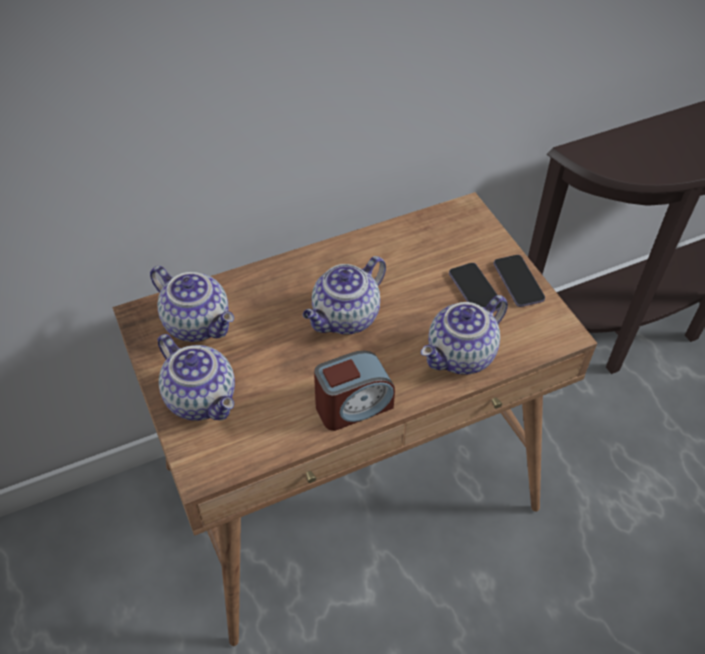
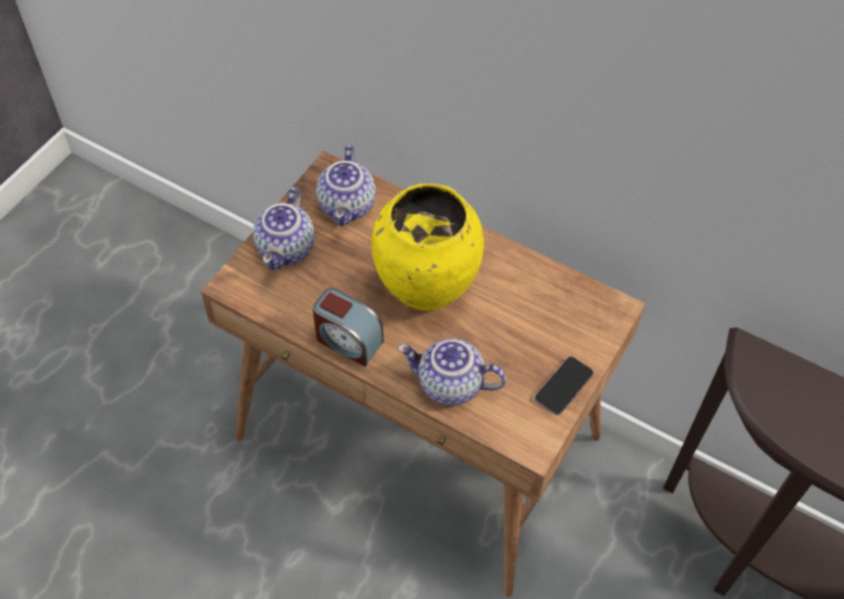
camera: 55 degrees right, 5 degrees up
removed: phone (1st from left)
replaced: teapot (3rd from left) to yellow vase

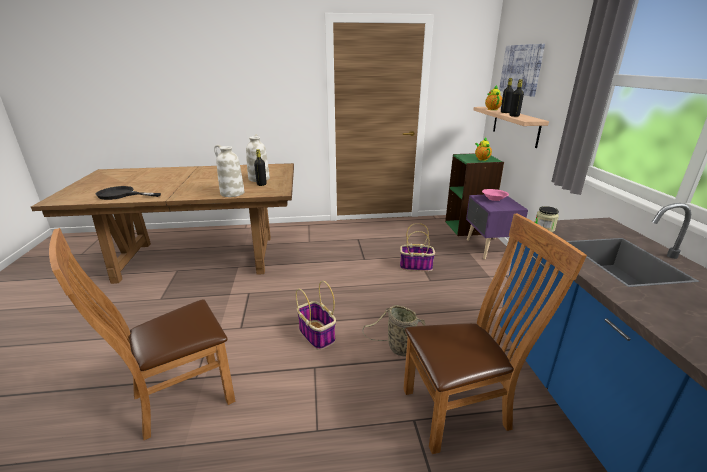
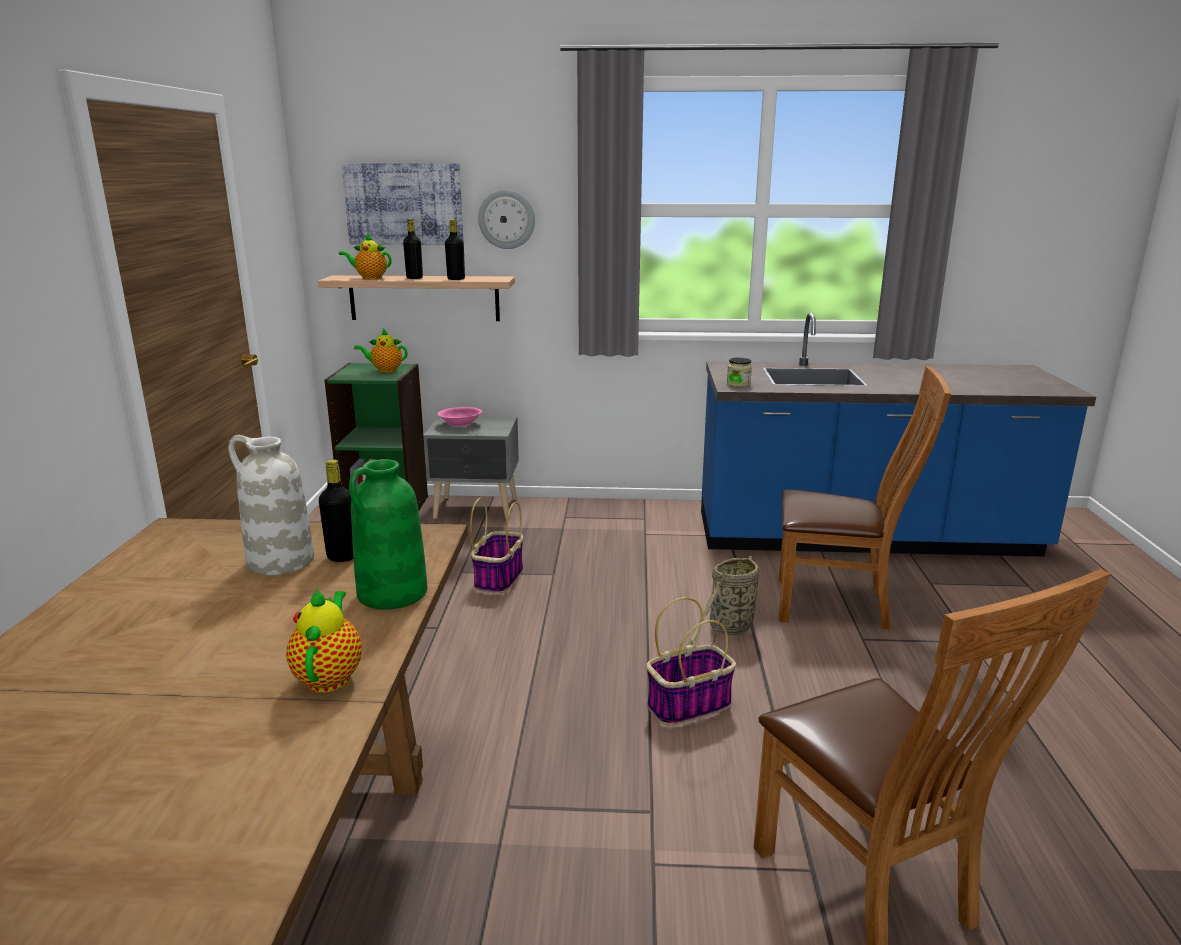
camera: 80 degrees left, 5 degrees down
removed: black frying pan
added: teapot (1st from left); wall clock
recoloured: white vase (1st from left) to green vase; purple nightstand to grey nightstand
turned: brown chair (2nd from left in the first image) 105 degrees clockwise

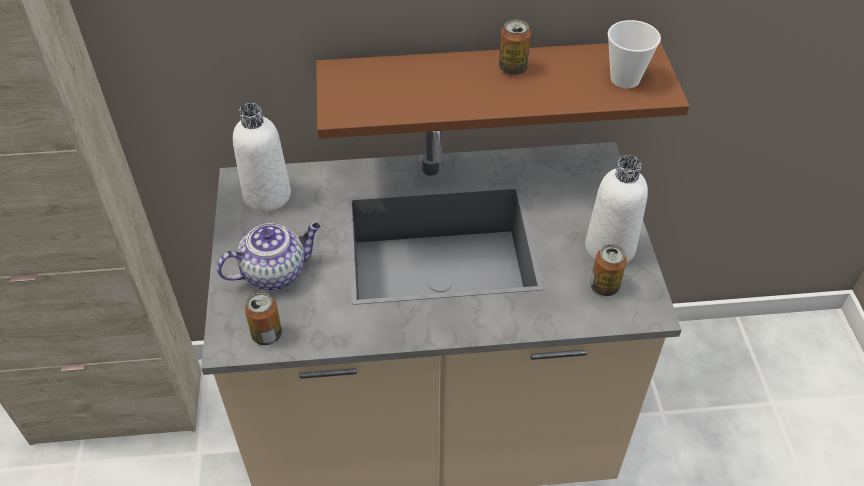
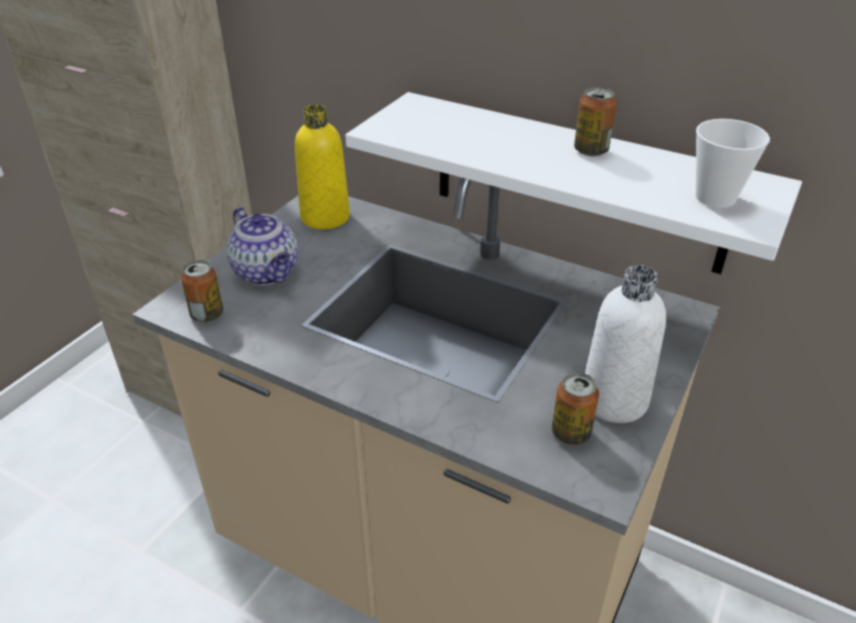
camera: 35 degrees right, 10 degrees down
recoloured: white bottle (1st from left) to yellow bottle; brown shelf to white shelf
turned: teapot 45 degrees clockwise

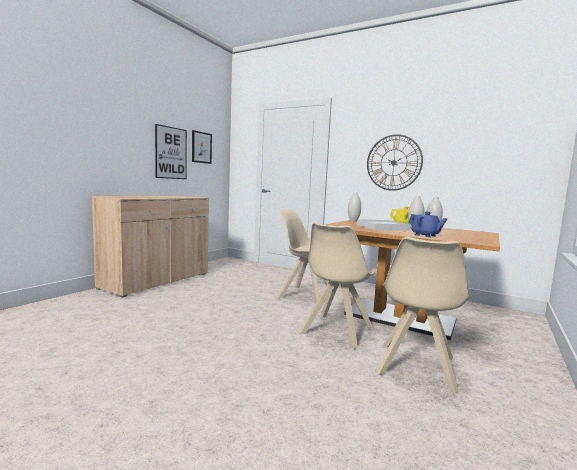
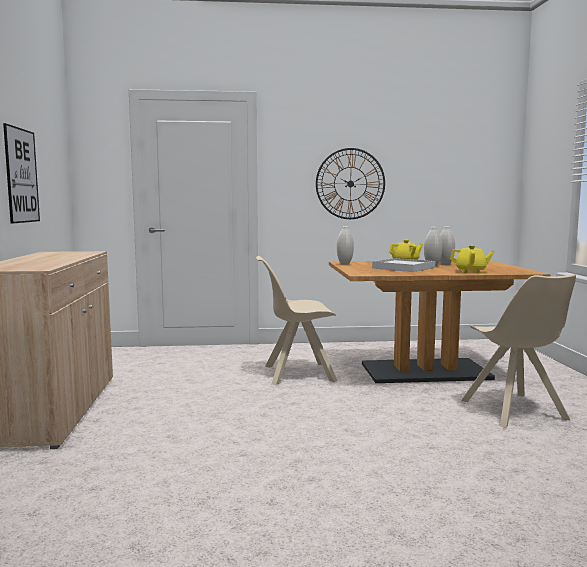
camera: 35 degrees left, 0 degrees up
removed: picture (2nd from left); beige chair (2nd from left)
recoloured: blue teapot to yellow teapot (2nd from left)

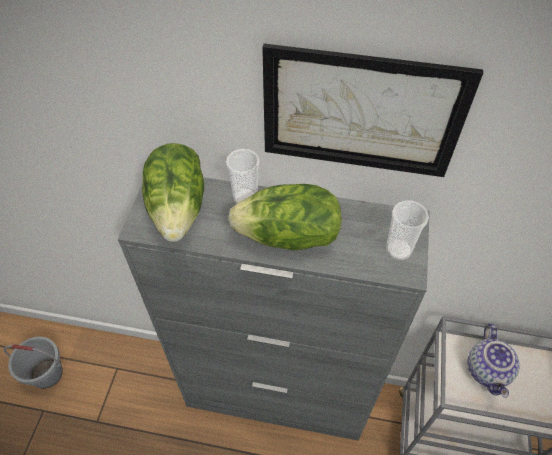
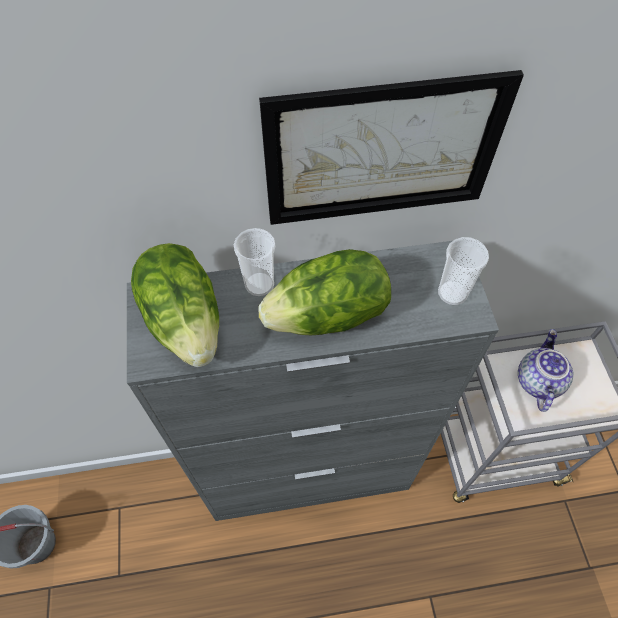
camera: 20 degrees left, 5 degrees up
turned: teapot 150 degrees counterclockwise

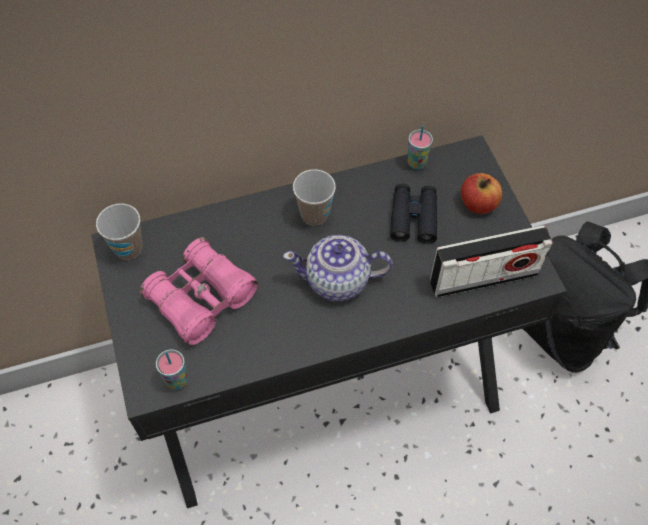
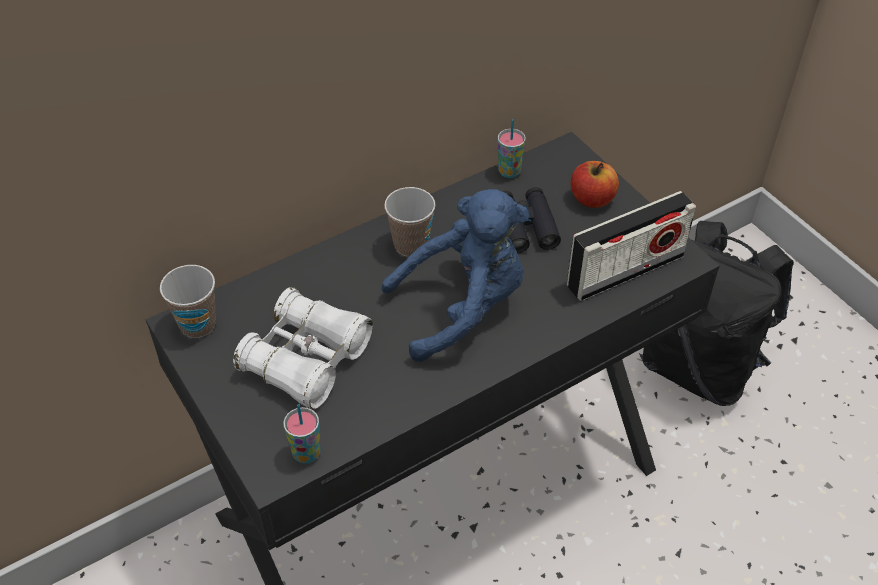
camera: 15 degrees left, 10 degrees down
replaced: teapot to blue plush toy
recoloured: pink binoculars to white binoculars

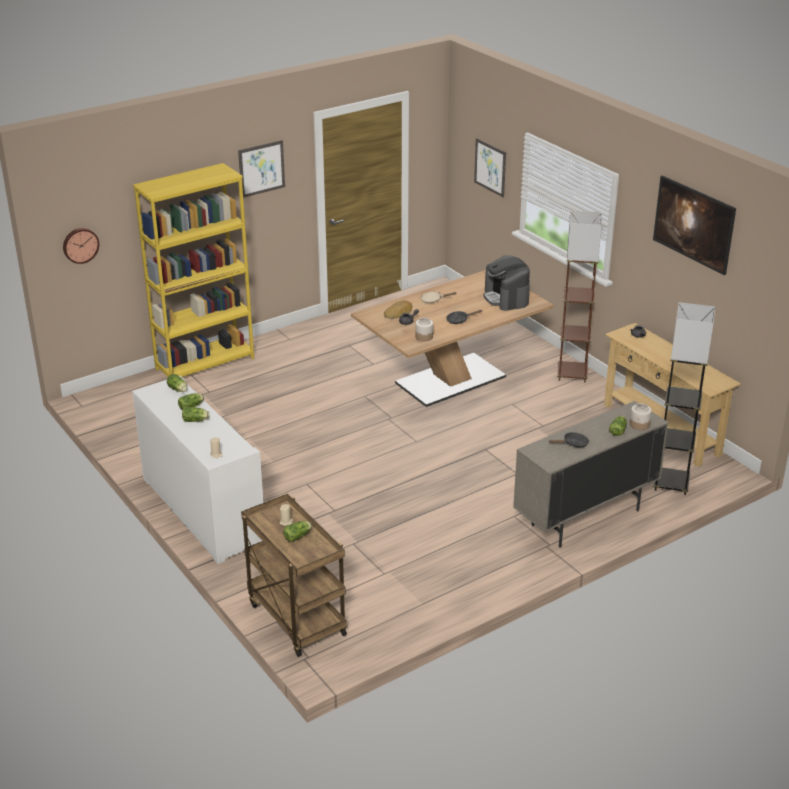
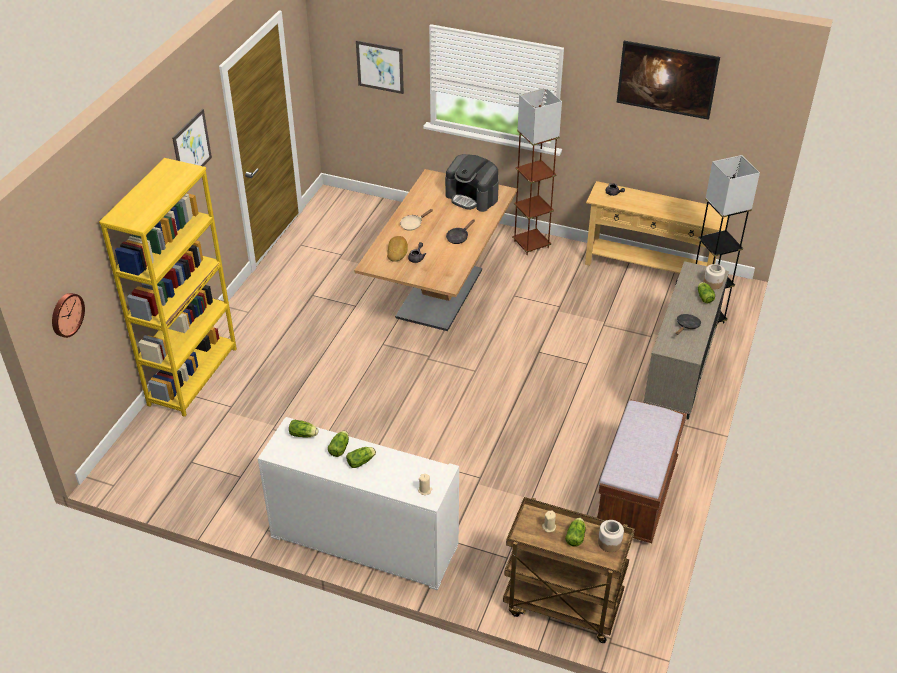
camera: 35 degrees left, 10 degrees up
added: brown bench
moved: jar (1st from left)

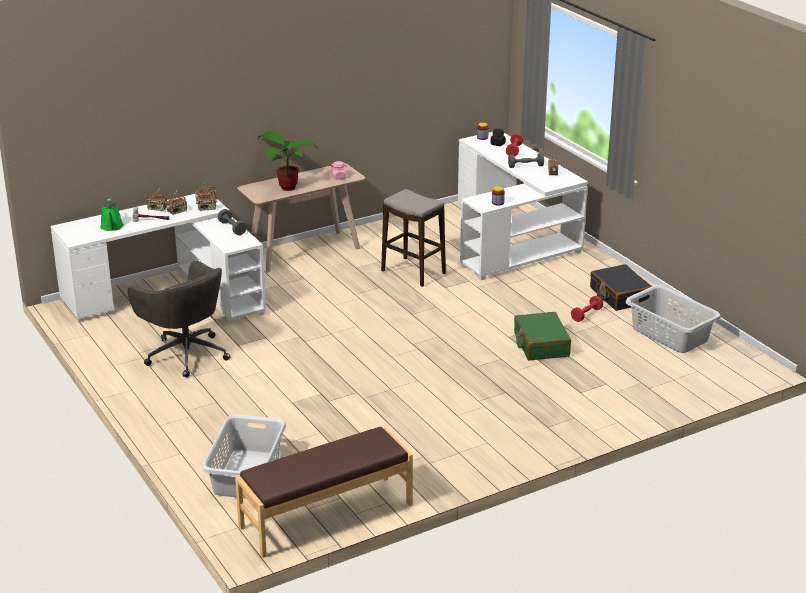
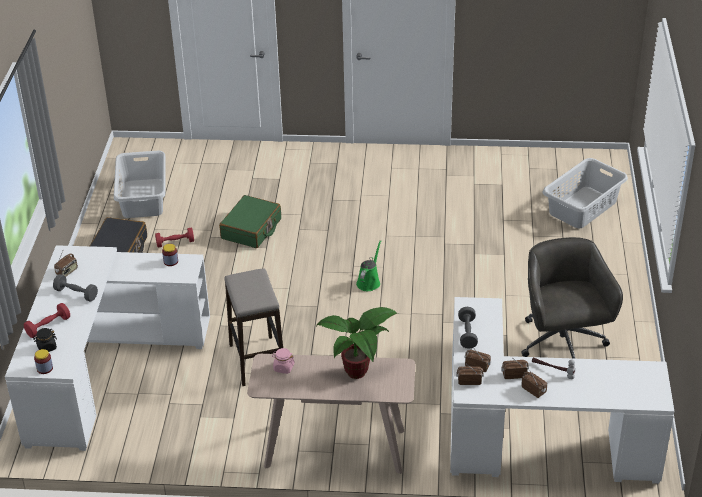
camera: 145 degrees left, 10 degrees up
removed: brown bench
moved: green watering can

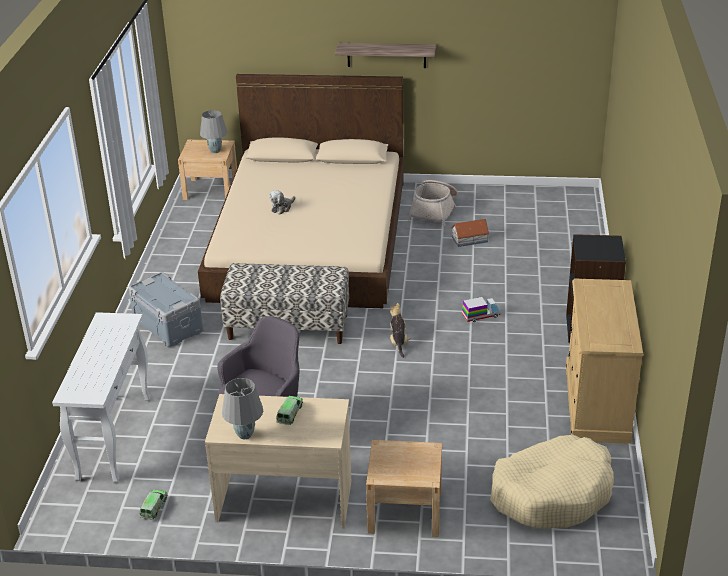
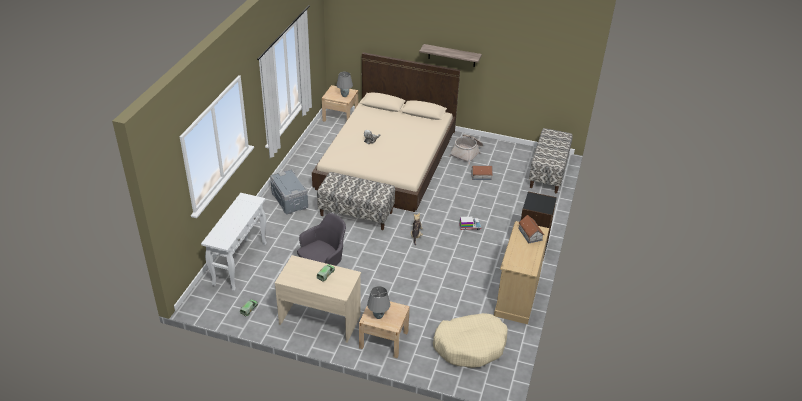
camera: 10 degrees right, 5 degrees up
added: toy house (2nd from left); bench (2nd from left)
moved: grey table lamp (2nd from left)

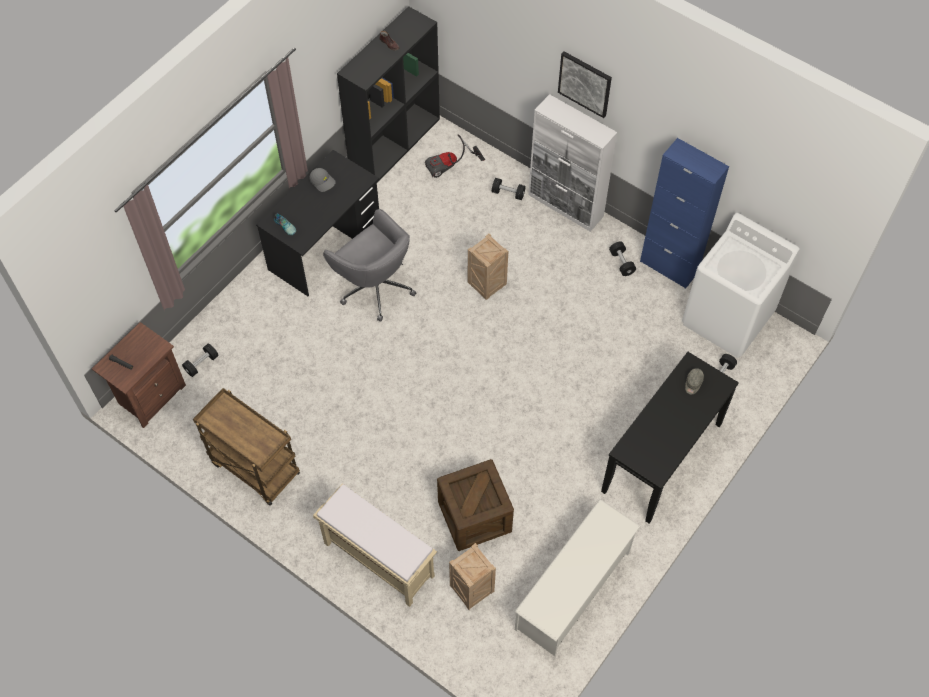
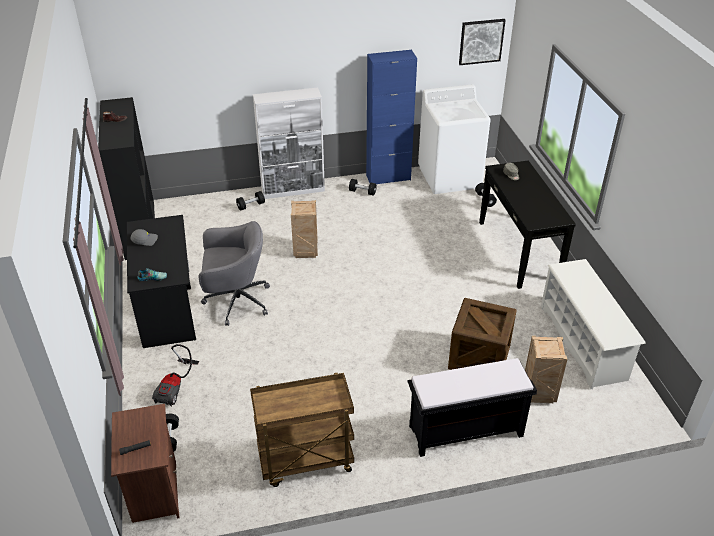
camera: 50 degrees left, 20 degrees down
moved: vacuum cleaner; picture
recoloured: beige bench to black bench

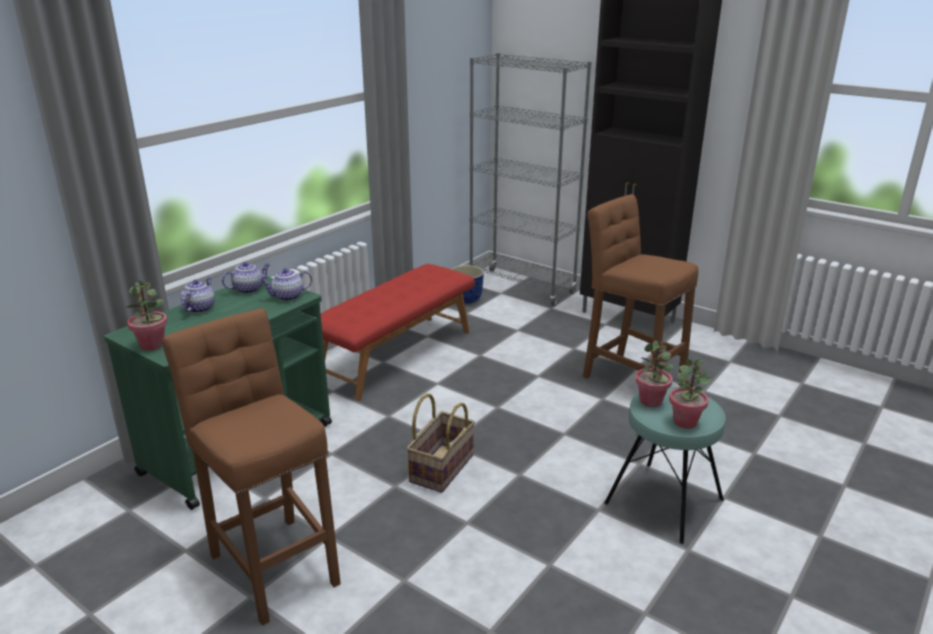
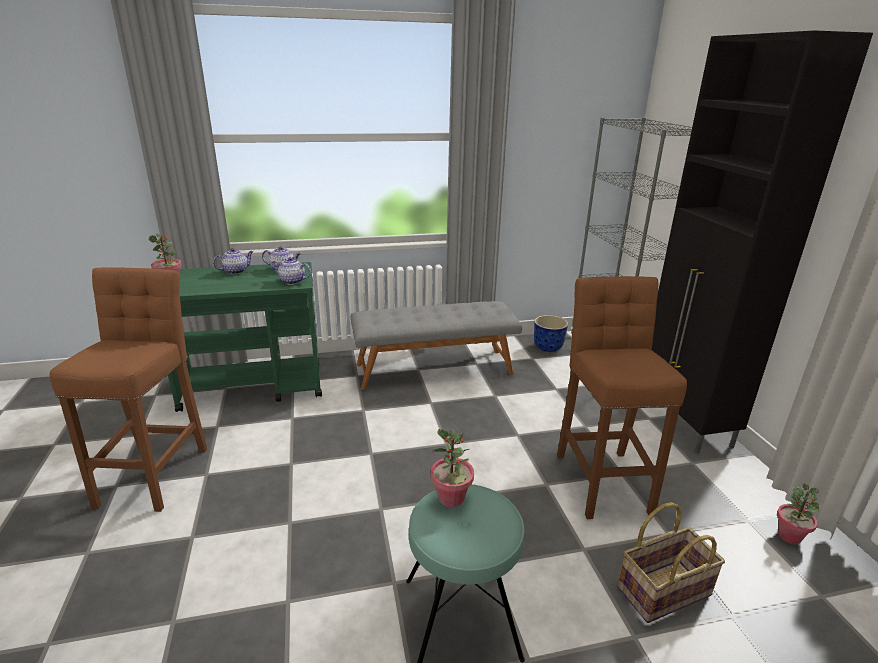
camera: 40 degrees right, 0 degrees up
moved: basket; potted plant (3rd from left)
recoloured: red bench to grey bench

